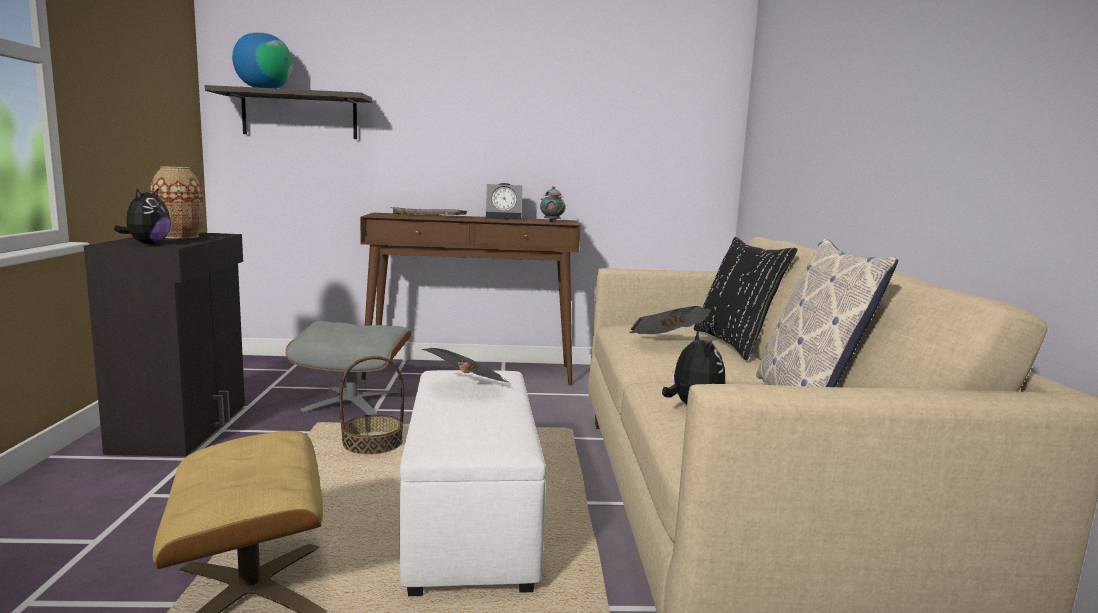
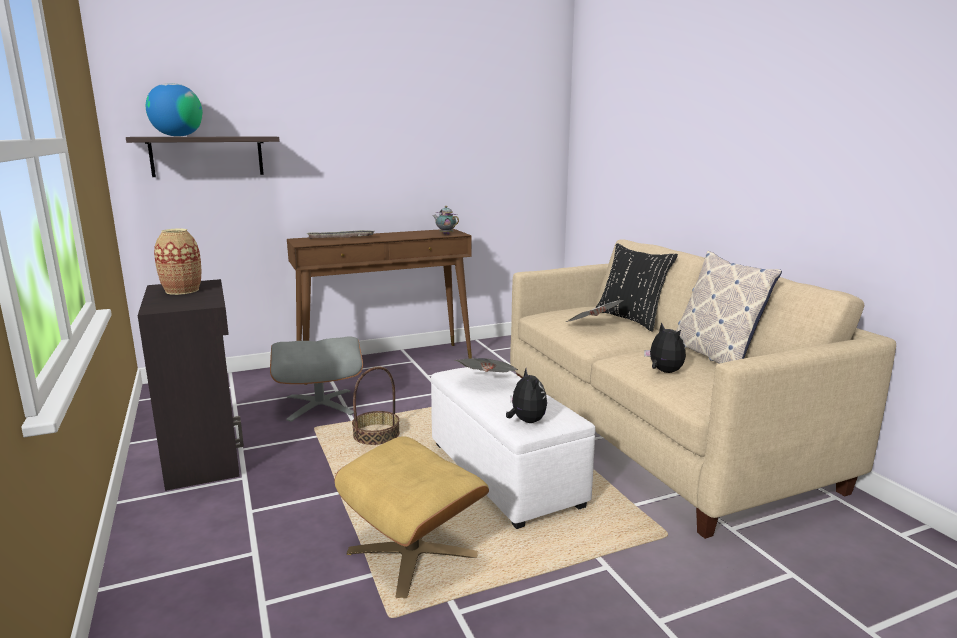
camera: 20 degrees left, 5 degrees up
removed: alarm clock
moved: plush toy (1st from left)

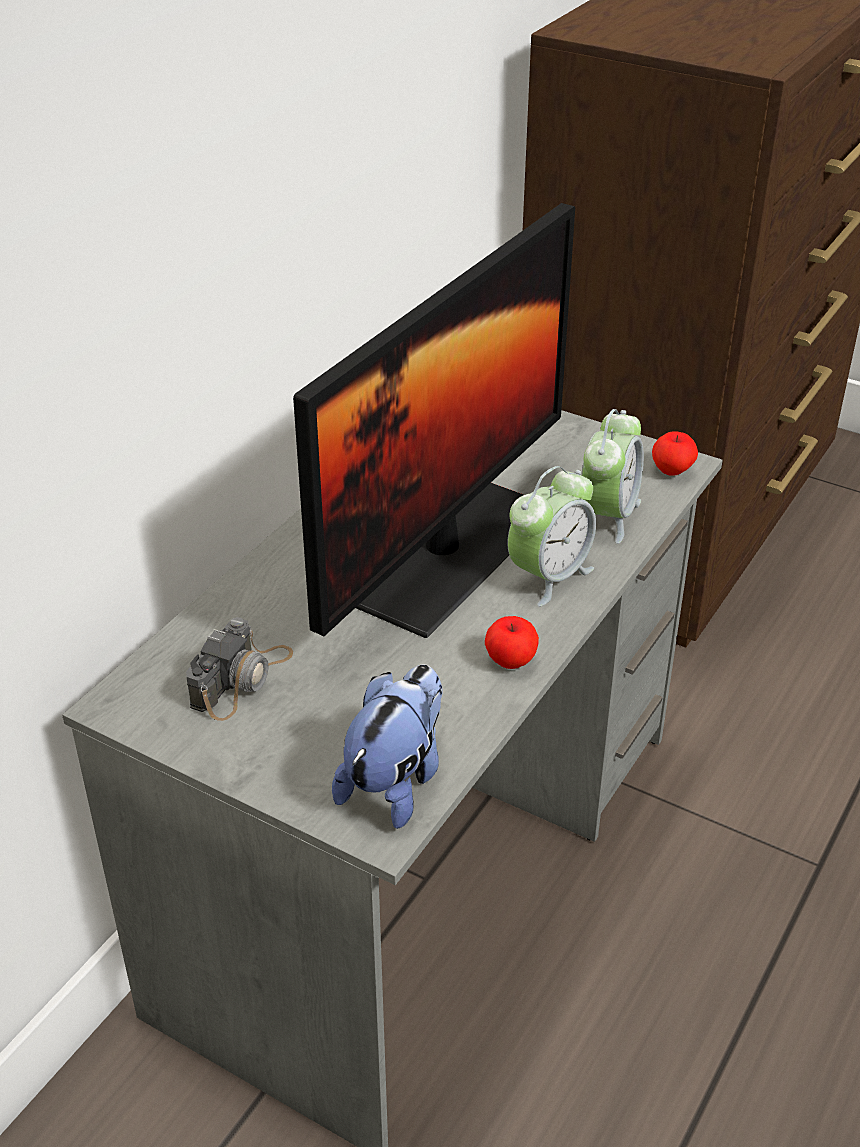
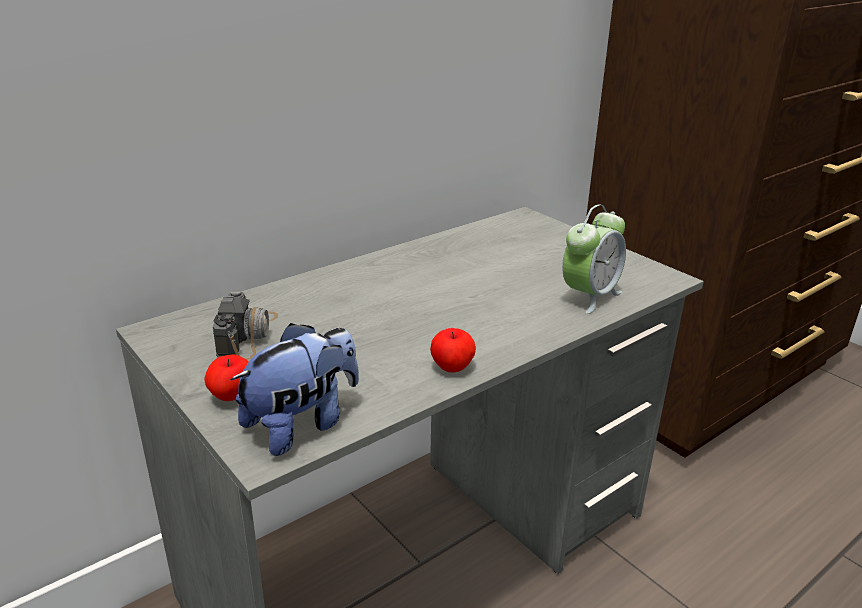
camera: 20 degrees right, 10 degrees down
removed: monitor; alarm clock (1st from left)
moved: apple (2nd from left in the first image) to apple (1st from left)
turned: photo camera 45 degrees counterclockwise

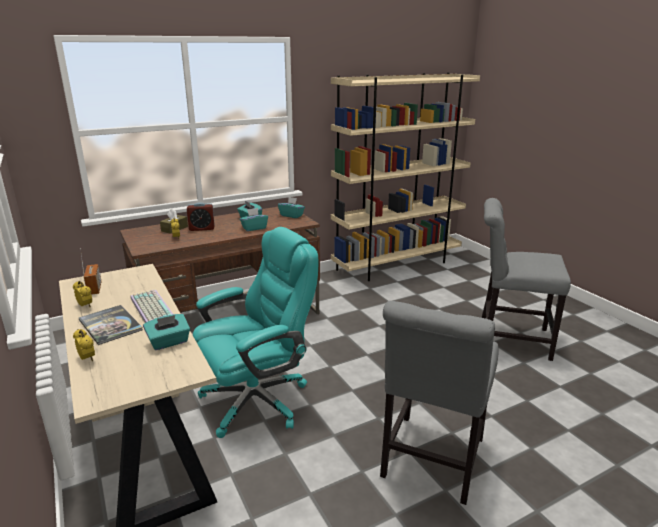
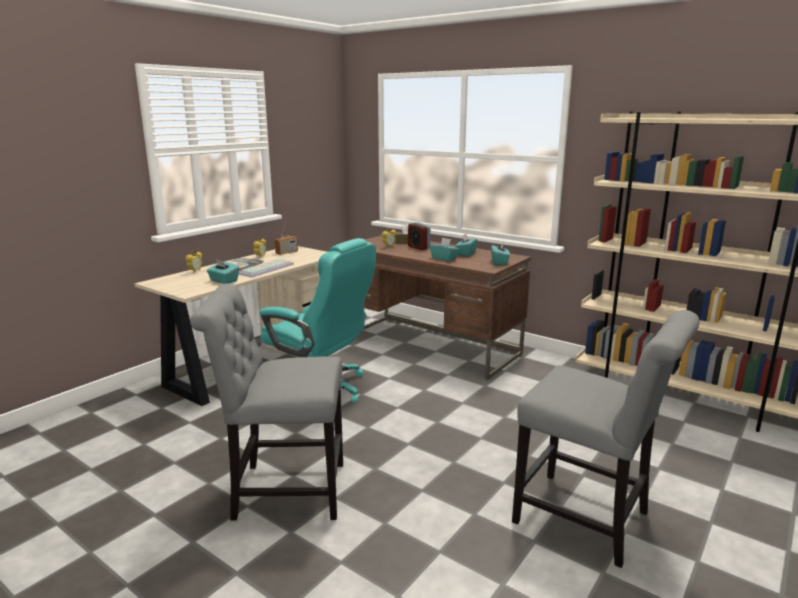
camera: 65 degrees right, 5 degrees down
turned: grey chair (2nd from left) 135 degrees clockwise

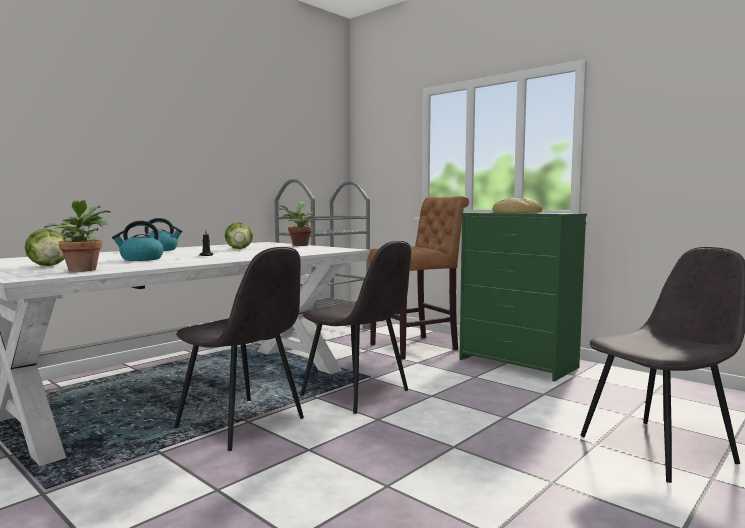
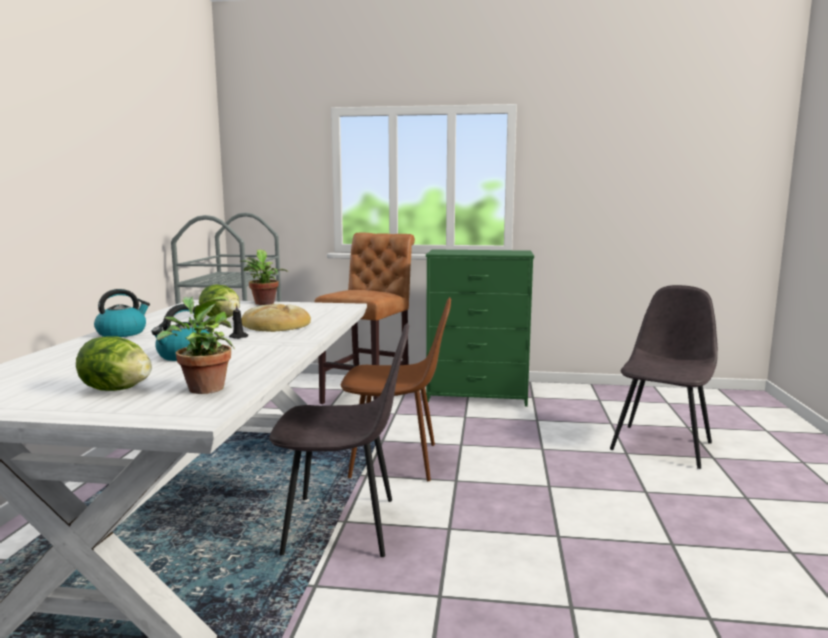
camera: 35 degrees left, 5 degrees up
moved: bread
recoloured: grey chair (2nd from left) to brown chair

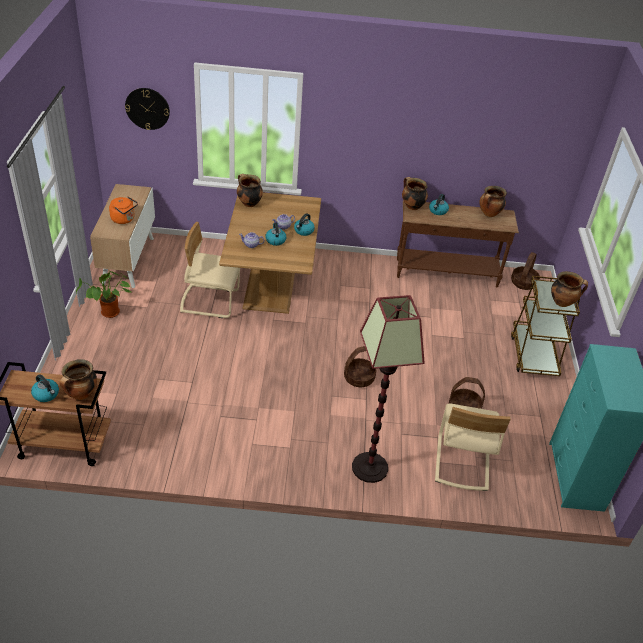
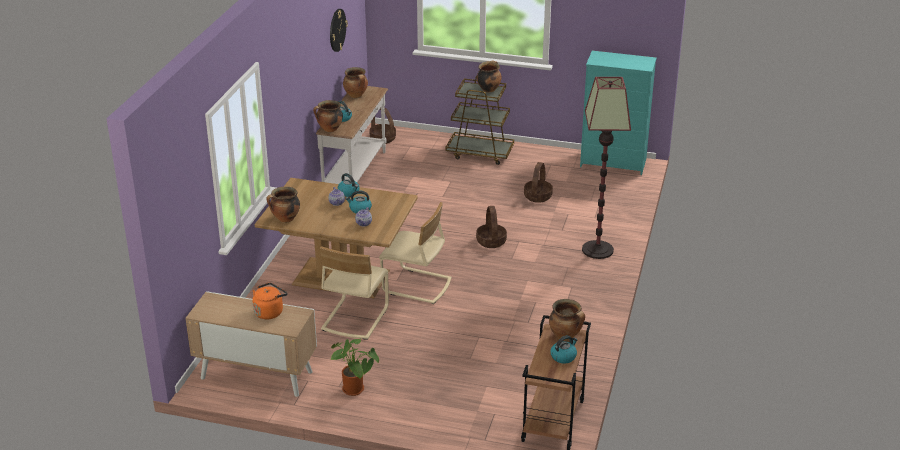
camera: 75 degrees left, 10 degrees down
moved: wall clock; beige chair (2nd from left)
recoloured: brown console table to white console table

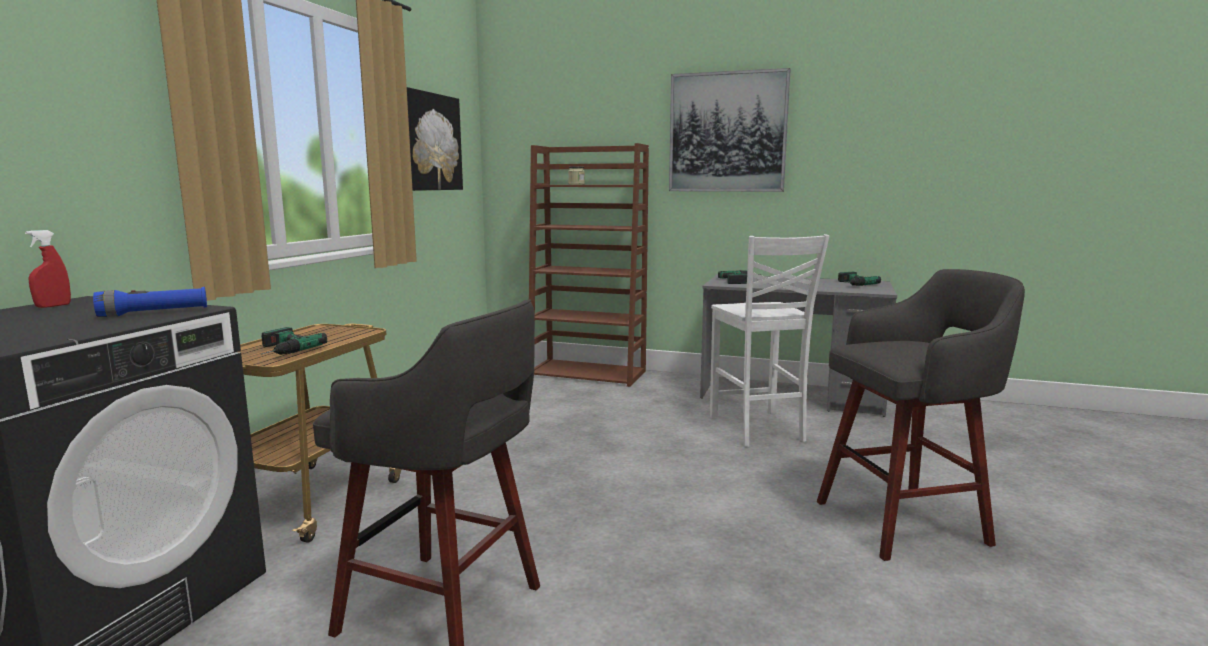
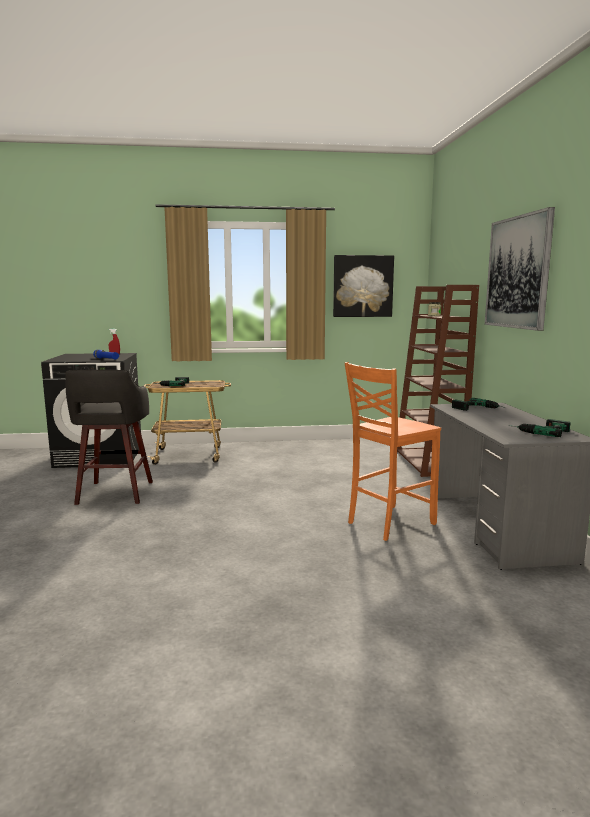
camera: 65 degrees right, 0 degrees up
removed: grey stool (2nd from left)
recoloured: white chair to orange chair

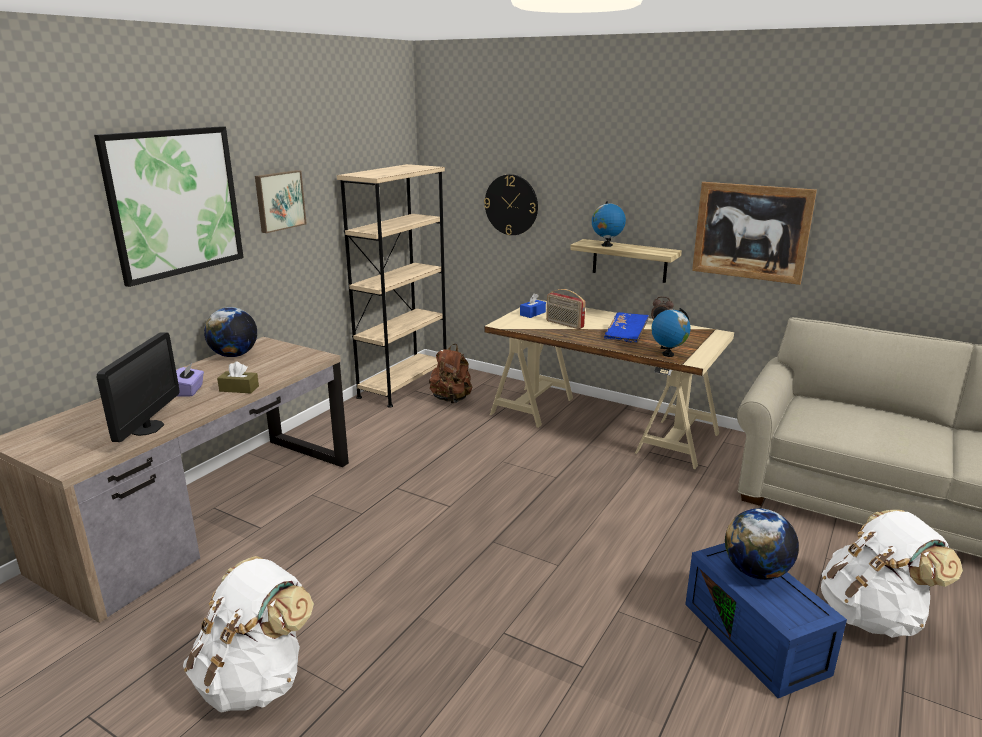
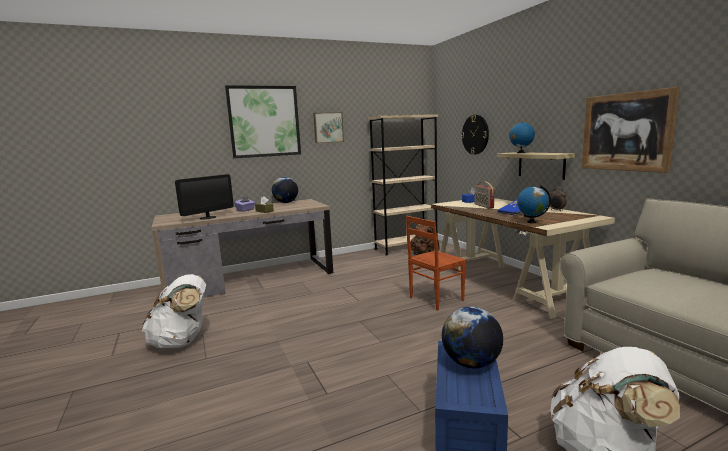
camera: 35 degrees right, 10 degrees down
added: brown chair

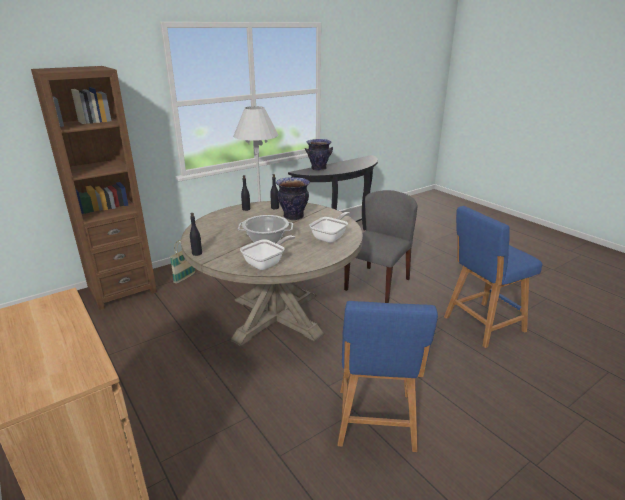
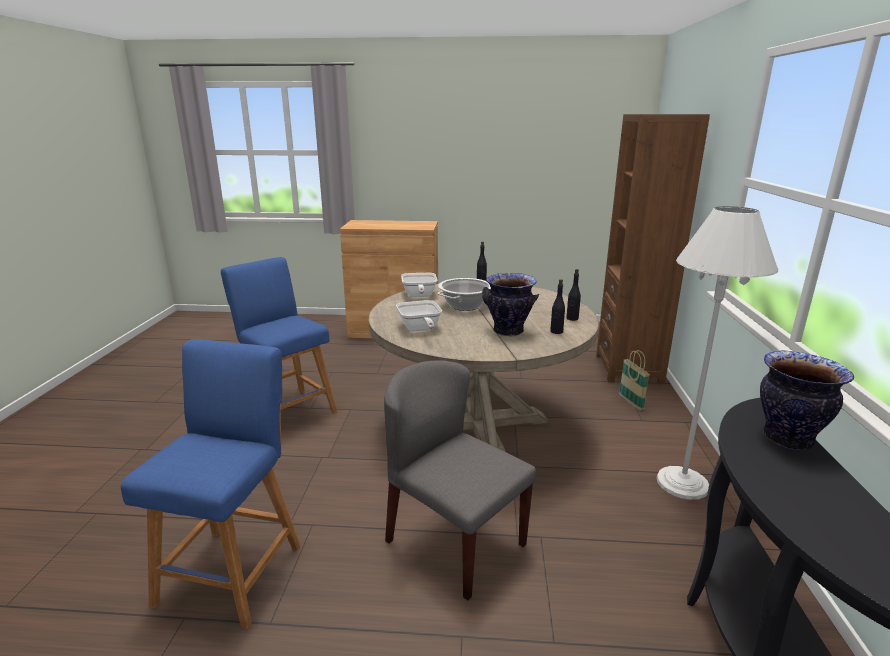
camera: 130 degrees right, 5 degrees down
turned: grey chair 150 degrees clockwise

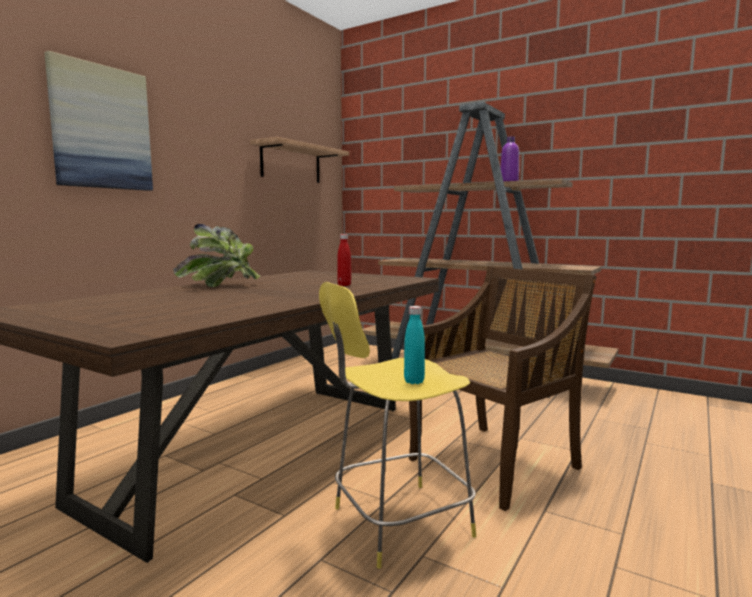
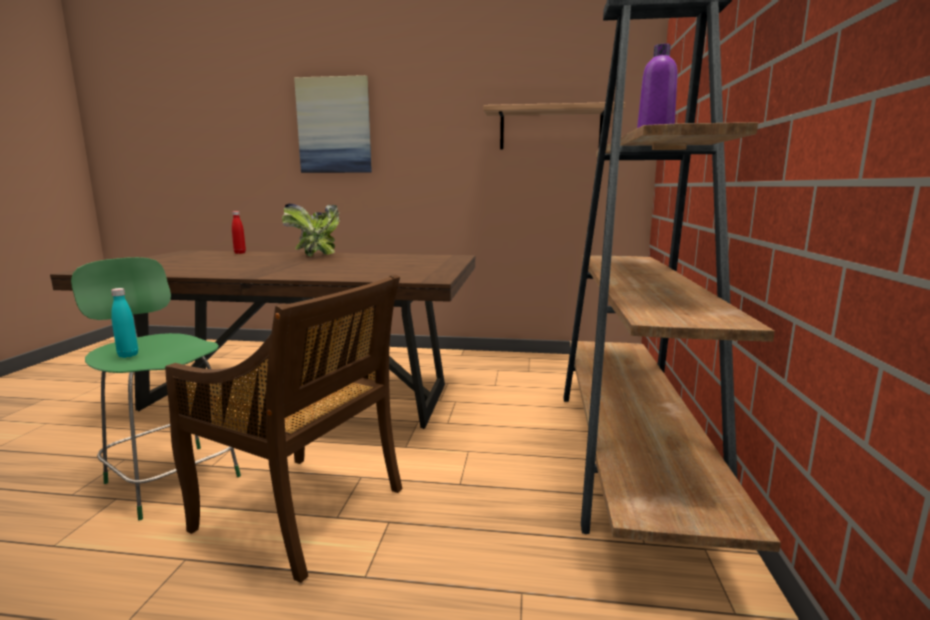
camera: 65 degrees right, 5 degrees up
moved: red bottle
recoloured: yellow stool to green stool

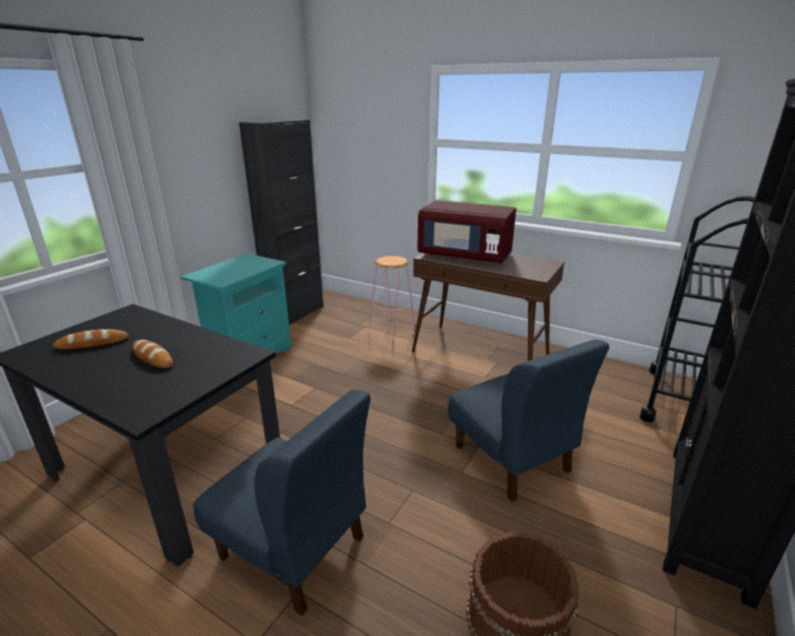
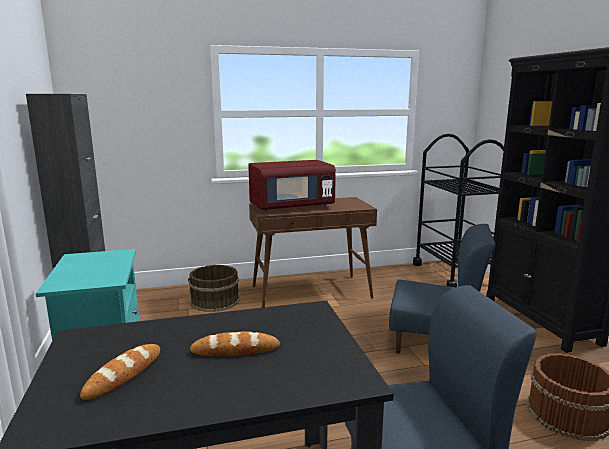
camera: 45 degrees left, 10 degrees down
replaced: pink stool to brown bucket (1st from left)

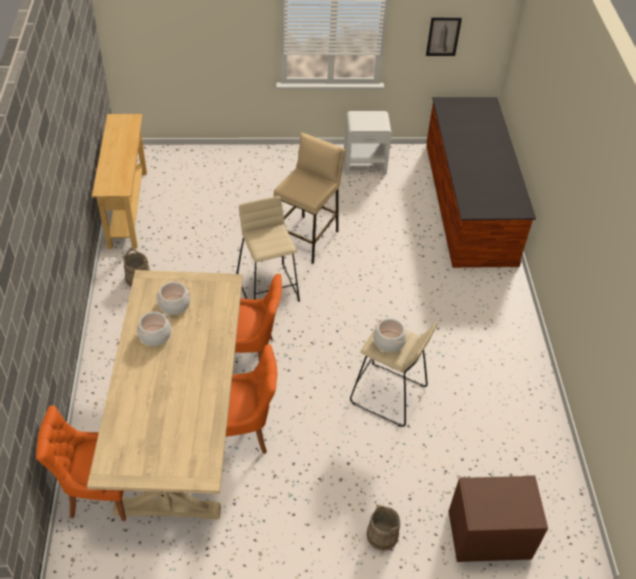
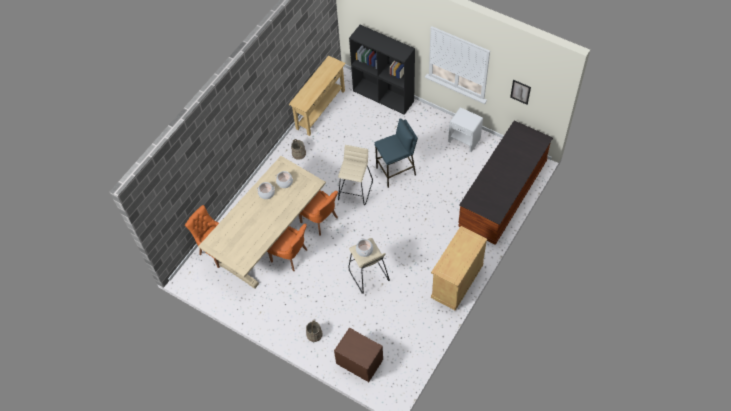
camera: 40 degrees right, 10 degrees up
added: black bookcase; beige cabinet
recoloured: beige stool (2nd from left) to blue stool

